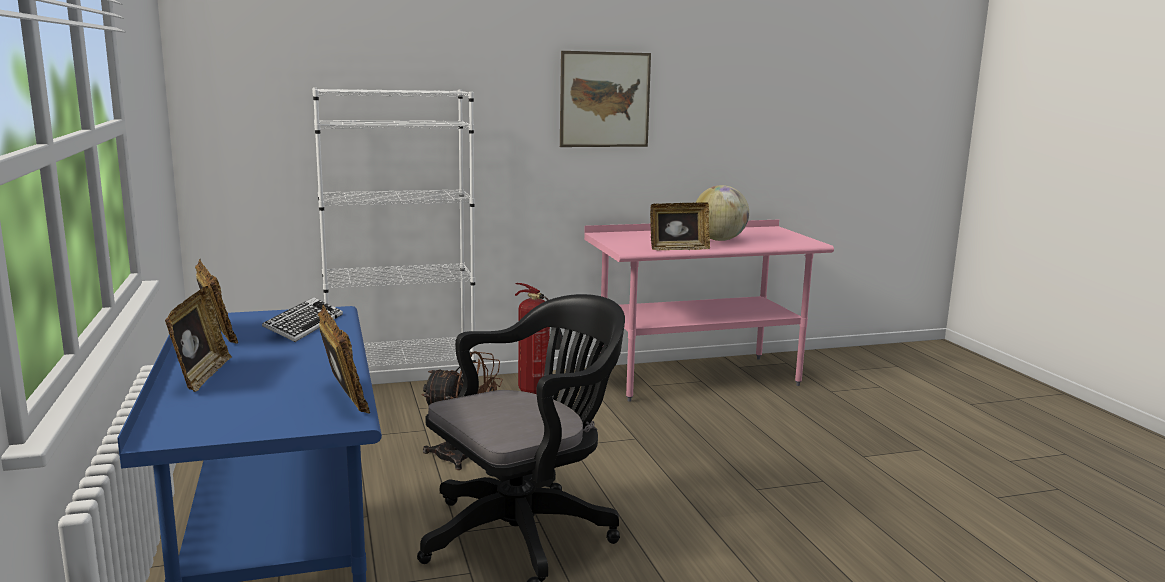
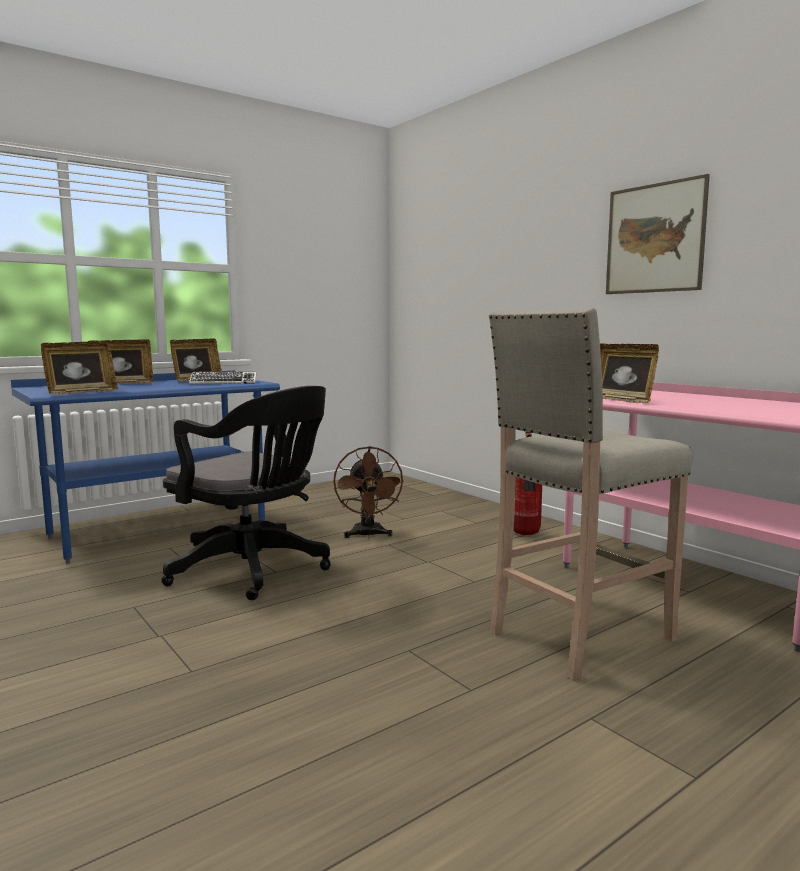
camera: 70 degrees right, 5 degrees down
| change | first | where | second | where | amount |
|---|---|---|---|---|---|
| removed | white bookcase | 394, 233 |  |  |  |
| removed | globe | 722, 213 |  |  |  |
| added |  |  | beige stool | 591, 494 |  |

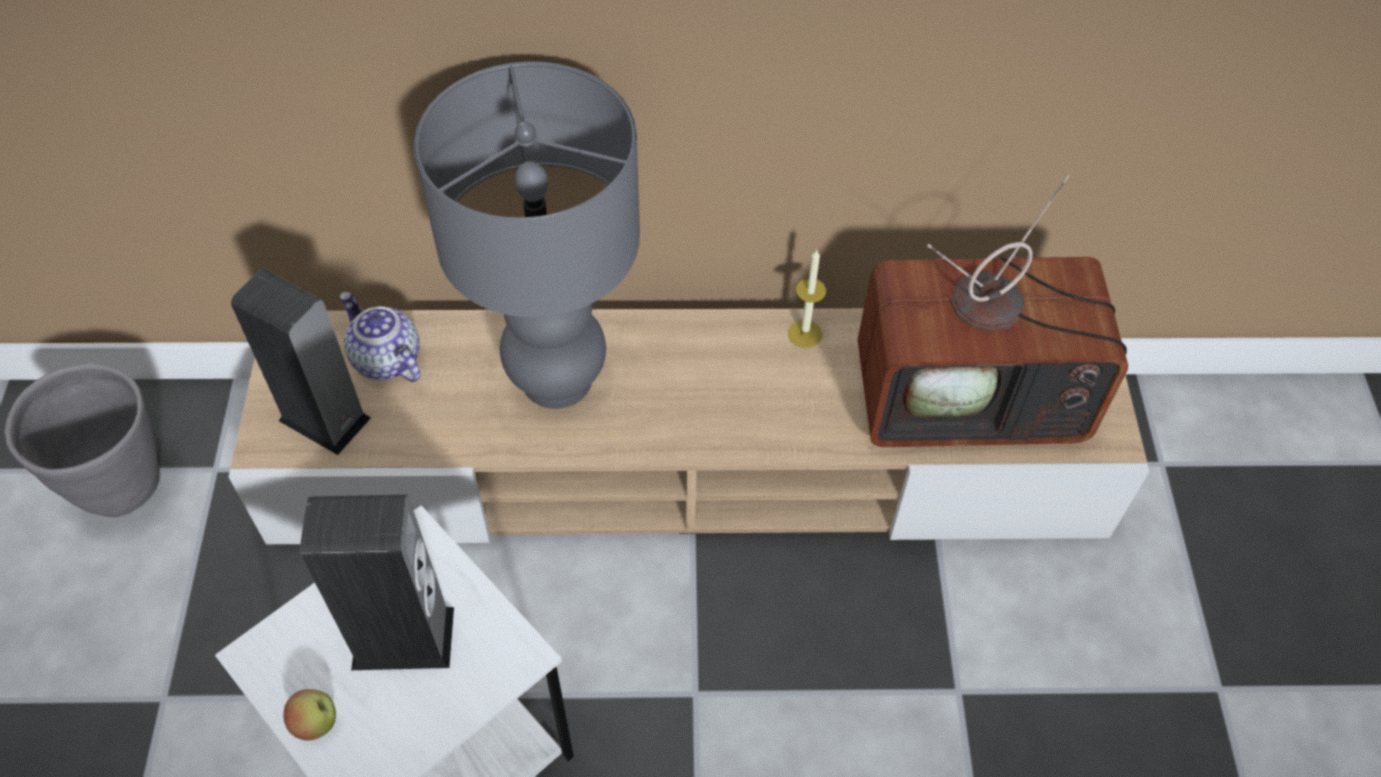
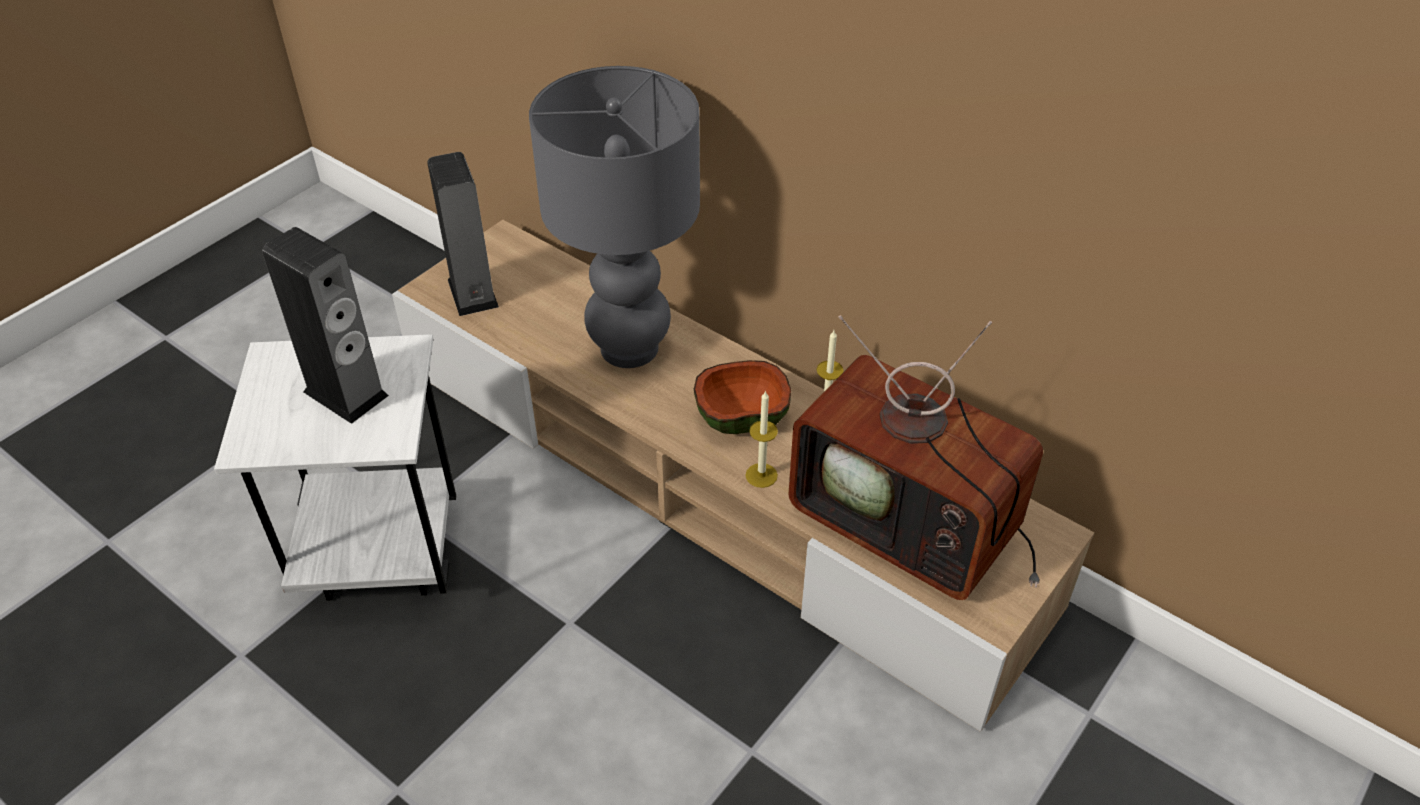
camera: 40 degrees right, 10 degrees down
| change | first | where | second | where | amount |
|---|---|---|---|---|---|
| removed | teapot | 380, 337 |  |  |  |
| removed | grey planter | 81, 440 |  |  |  |
| removed | apple | 309, 714 |  |  |  |
| added |  |  | bowl | 742, 397 |  |
| added |  |  | candle | 761, 439 |  |

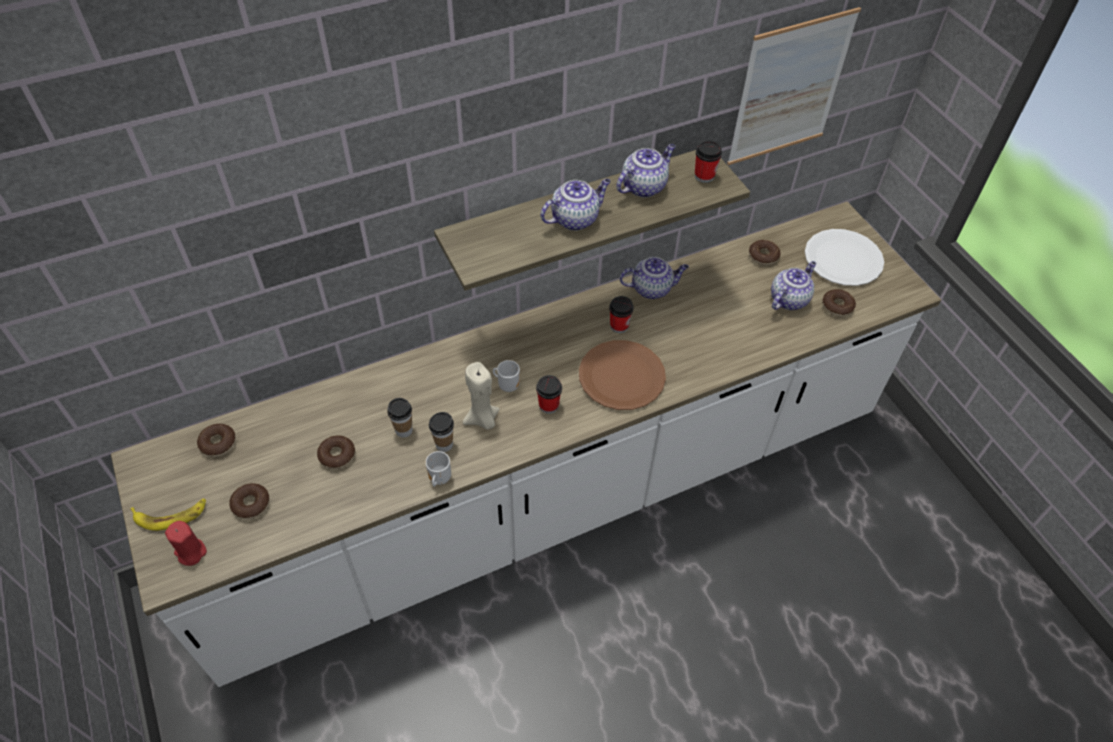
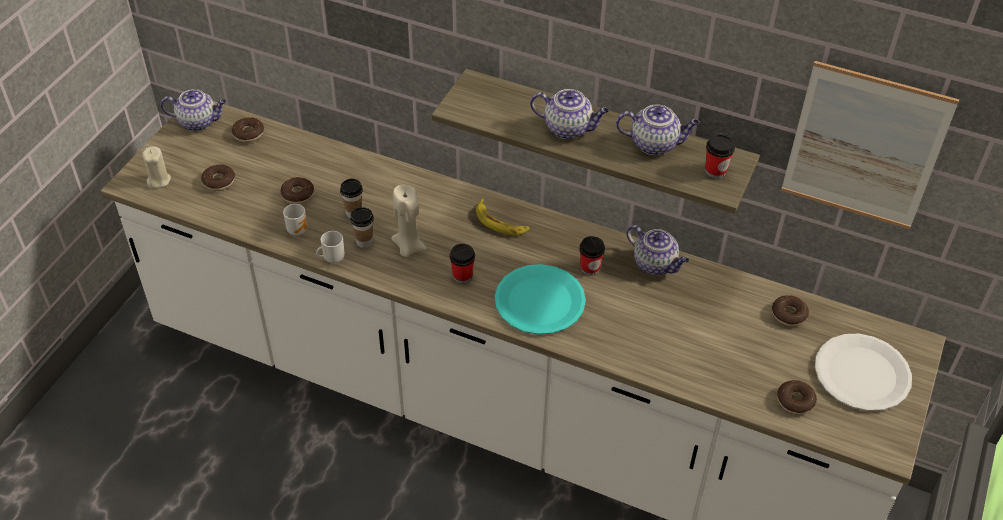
camera: 50 degrees right, 5 degrees down
| change | first | where | second | where | amount |
|---|---|---|---|---|---|
| moved | teapot | 793, 285 |  | 193, 110 |  |
| recoloured | brown plate | 622, 375 | turquoise plate | 540, 299 |  |
| moved | mug | 506, 376 |  | 295, 220 |  |
| moved | banana | 168, 515 |  | 502, 217 |  |
| recoloured | red candle | 186, 543 | beige candle | 156, 167 |  |

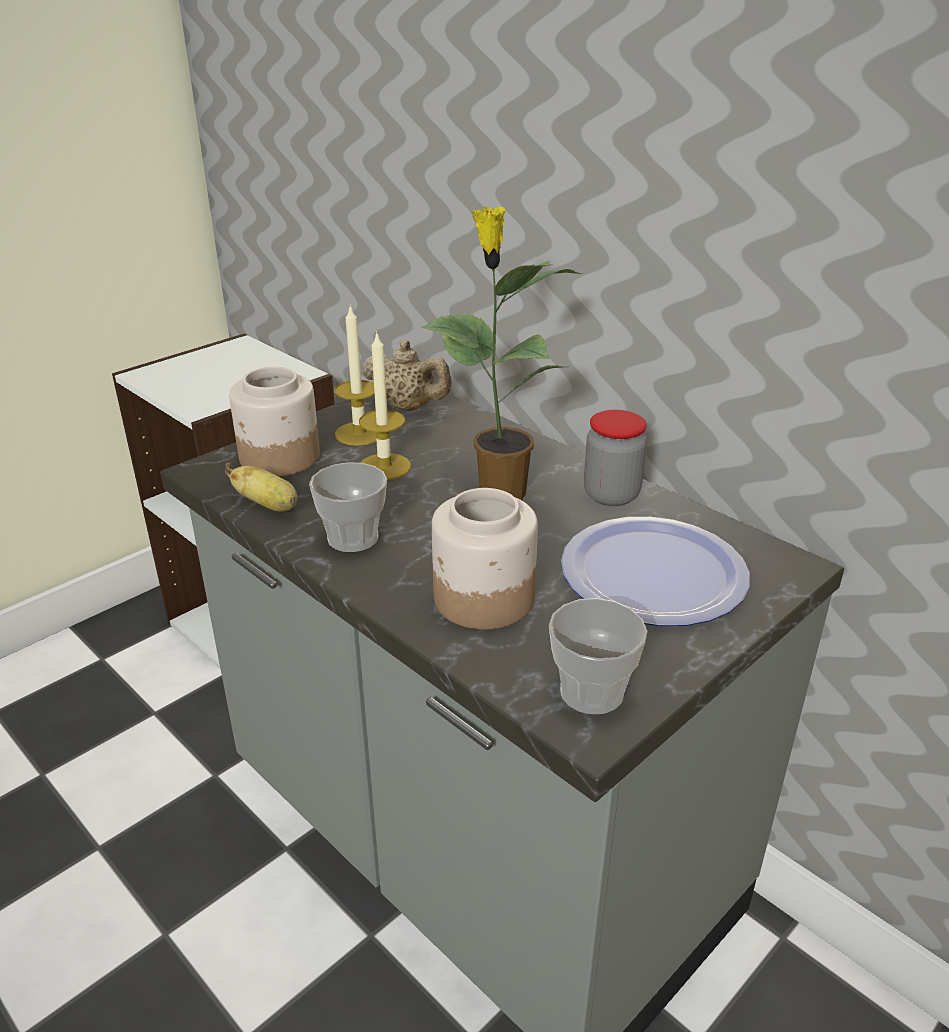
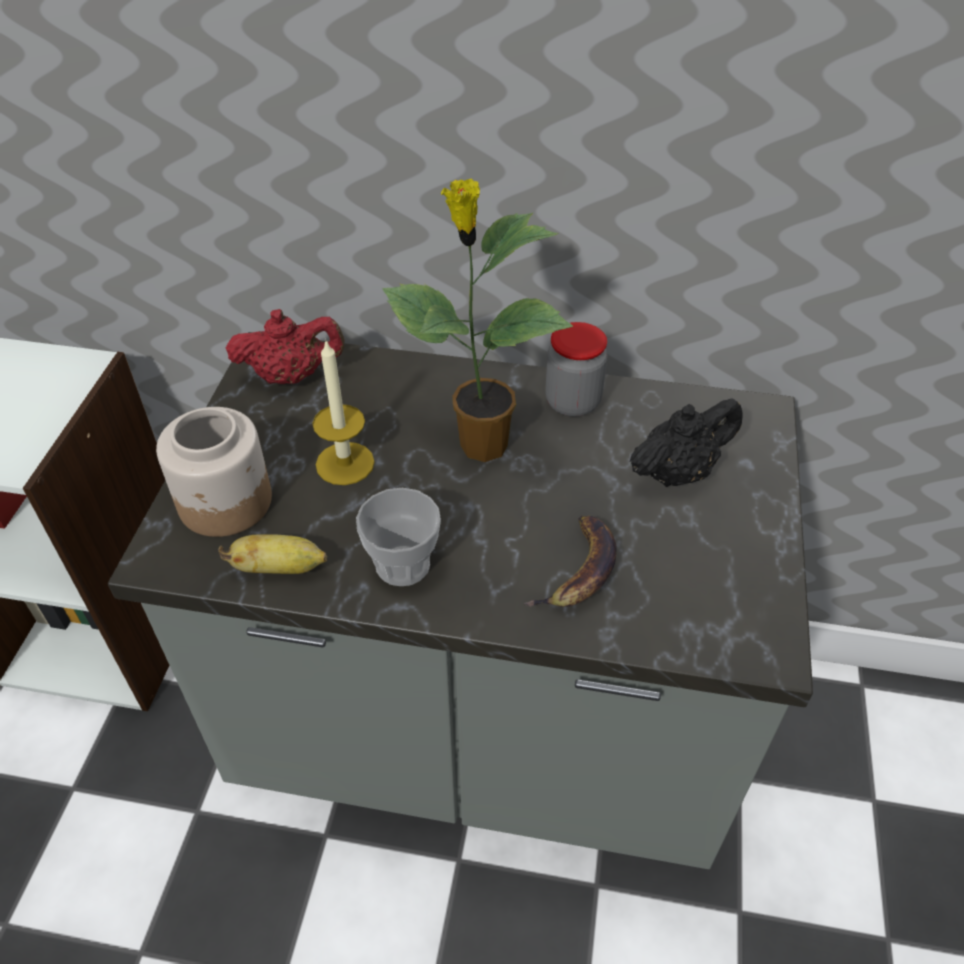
camera: 35 degrees left, 15 degrees up
| change | first | where | second | where | amount |
|---|---|---|---|---|---|
| removed | candle | 356, 375 |  |  |  |
| recoloured | beige teapot | 407, 375 | red teapot | 285, 346 |  |
| replaced | jar | 485, 559 | banana | 570, 561 |  |
| replaced | plate | 655, 571 | black teapot | 685, 442 |  |
| removed | cup | 598, 656 |  |  |  |

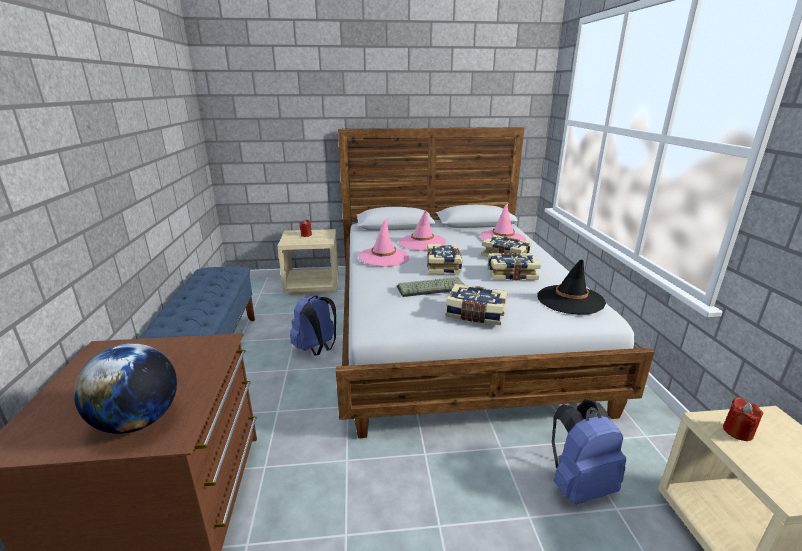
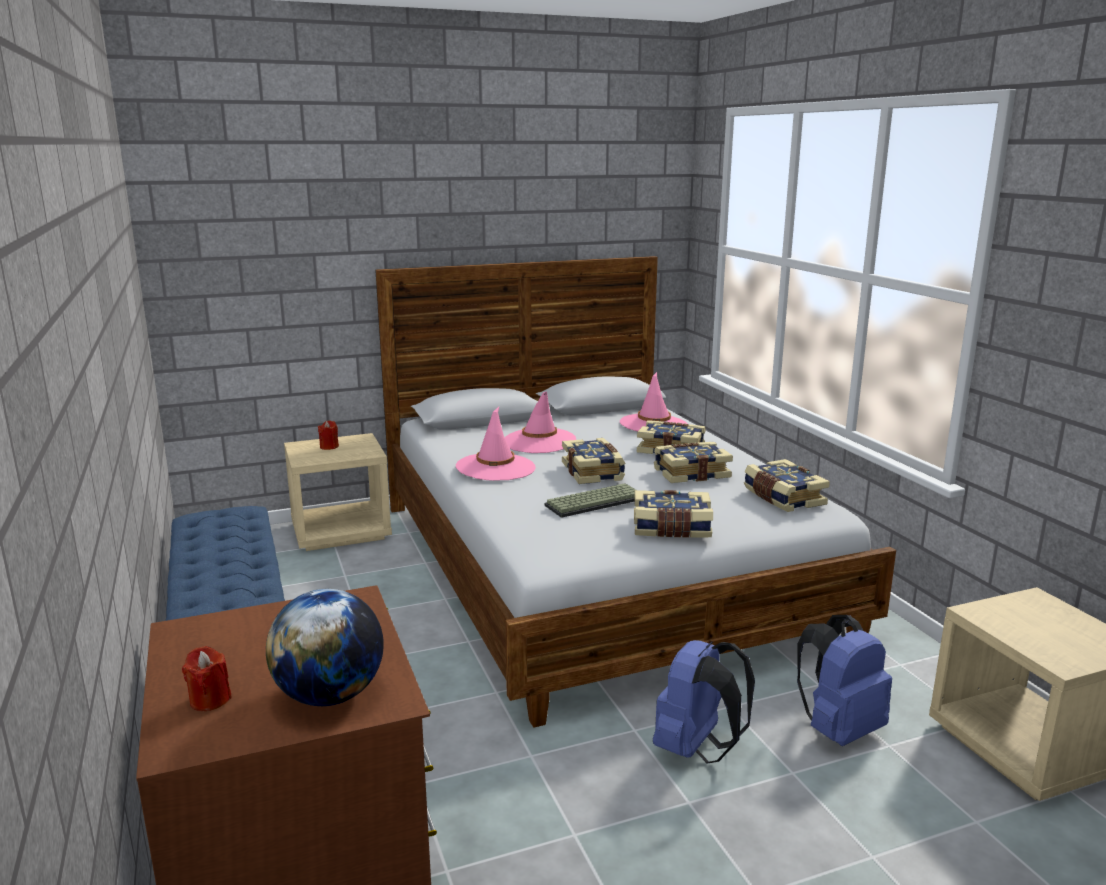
camera: 15 degrees left, 5 degrees down
| change | first | where | second | where | amount |
|---|---|---|---|---|---|
| replaced | black hat | 571, 287 | book | 787, 485 |  |
| moved | blue backpack | 313, 325 |  | 704, 702 |  |
| moved | red candle | 743, 419 |  | 207, 678 |  |

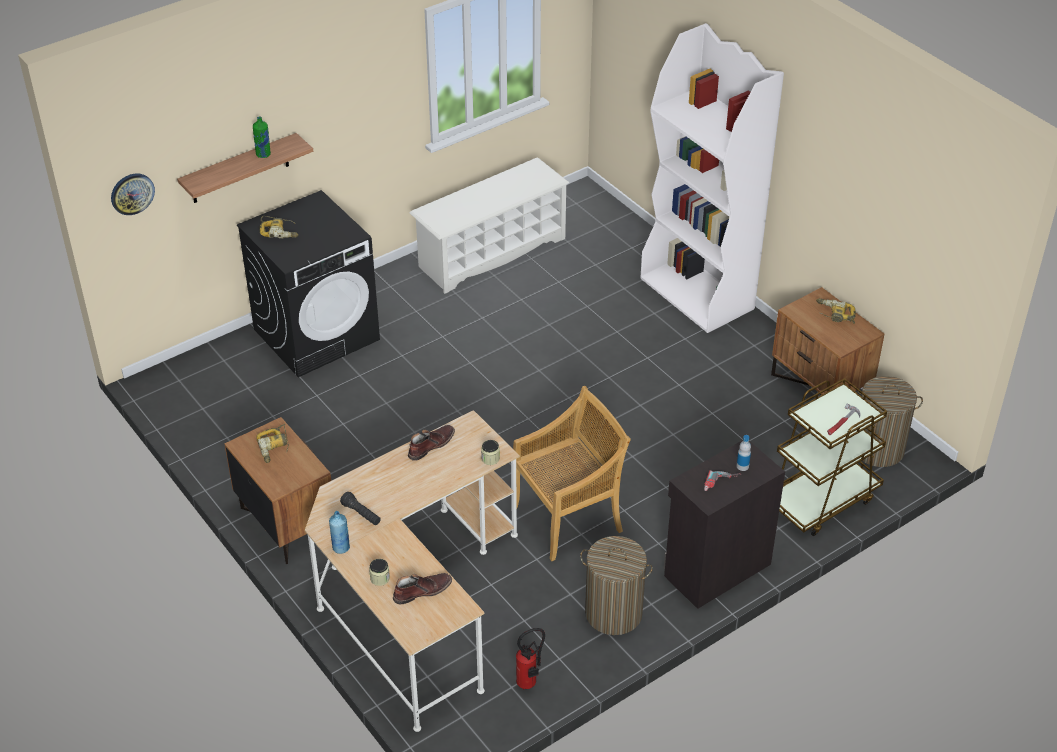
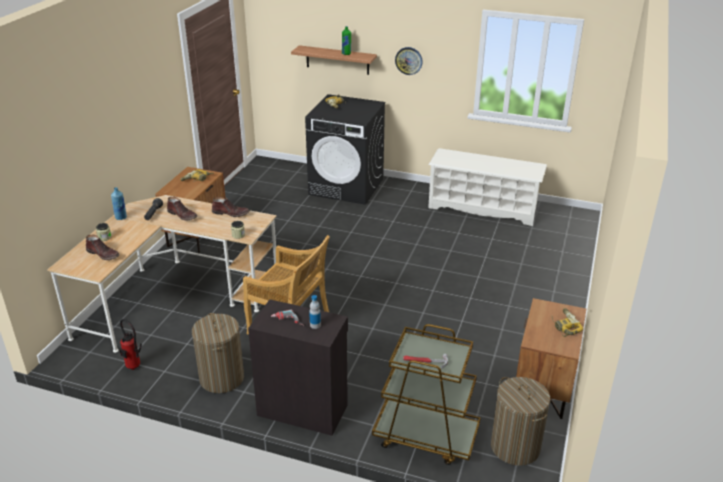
camera: 55 degrees right, 10 degrees down
| change | first | where | second | where | amount |
|---|---|---|---|---|---|
| removed | white bookcase | 712, 178 |  |  |  |
| moved | wall clock | 133, 194 |  | 409, 61 |  |
| added |  |  | brown boot | 182, 208 |  |

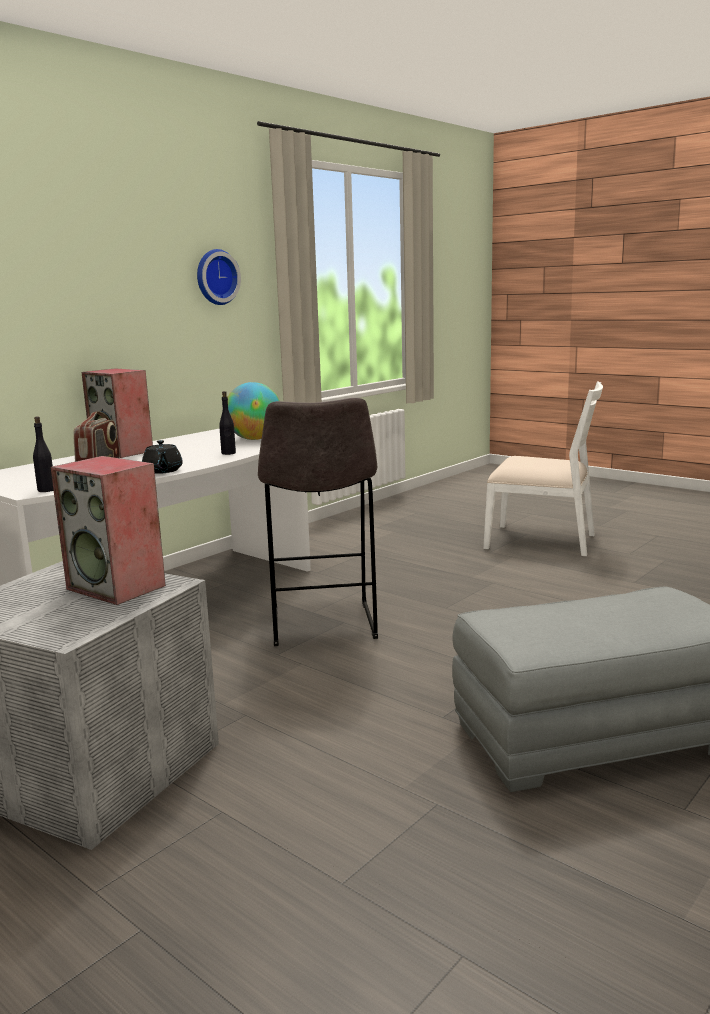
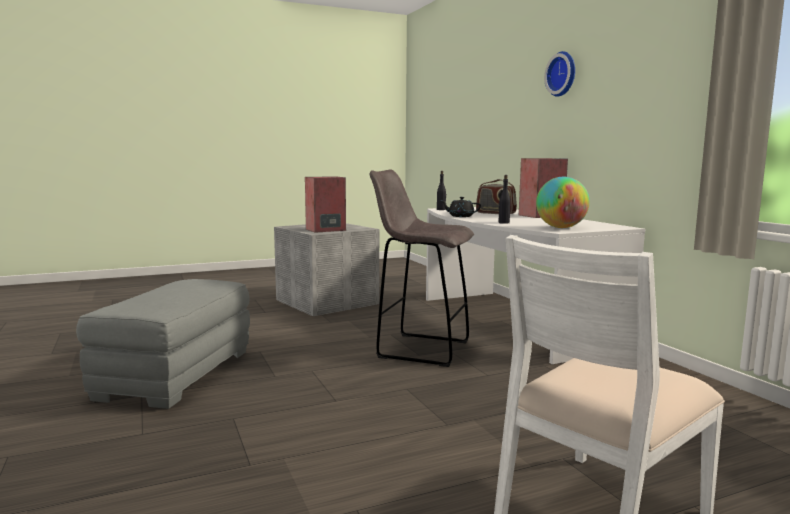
camera: 115 degrees right, 5 degrees down
| change | first | where | second | where | amount |
|---|---|---|---|---|---|
| moved | wall clock | 219, 277 |  | 559, 74 |  |

